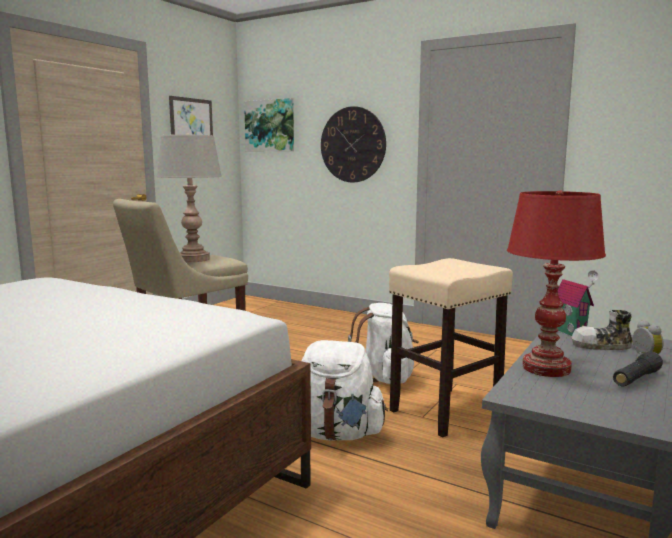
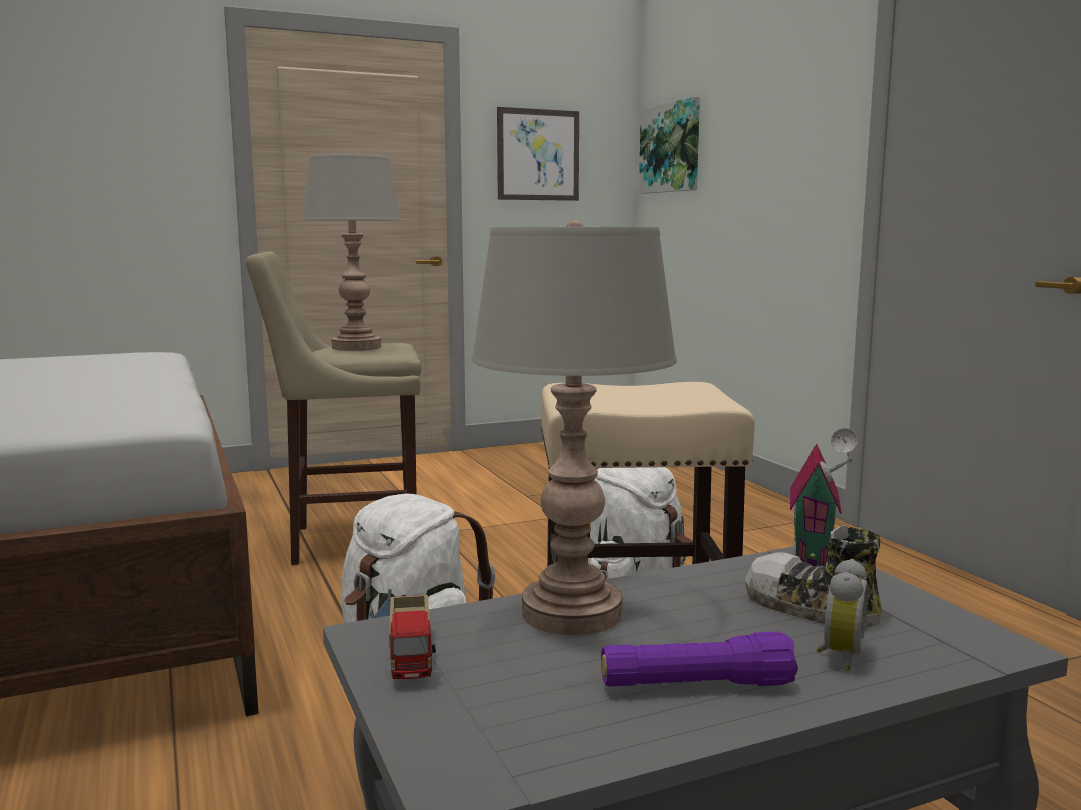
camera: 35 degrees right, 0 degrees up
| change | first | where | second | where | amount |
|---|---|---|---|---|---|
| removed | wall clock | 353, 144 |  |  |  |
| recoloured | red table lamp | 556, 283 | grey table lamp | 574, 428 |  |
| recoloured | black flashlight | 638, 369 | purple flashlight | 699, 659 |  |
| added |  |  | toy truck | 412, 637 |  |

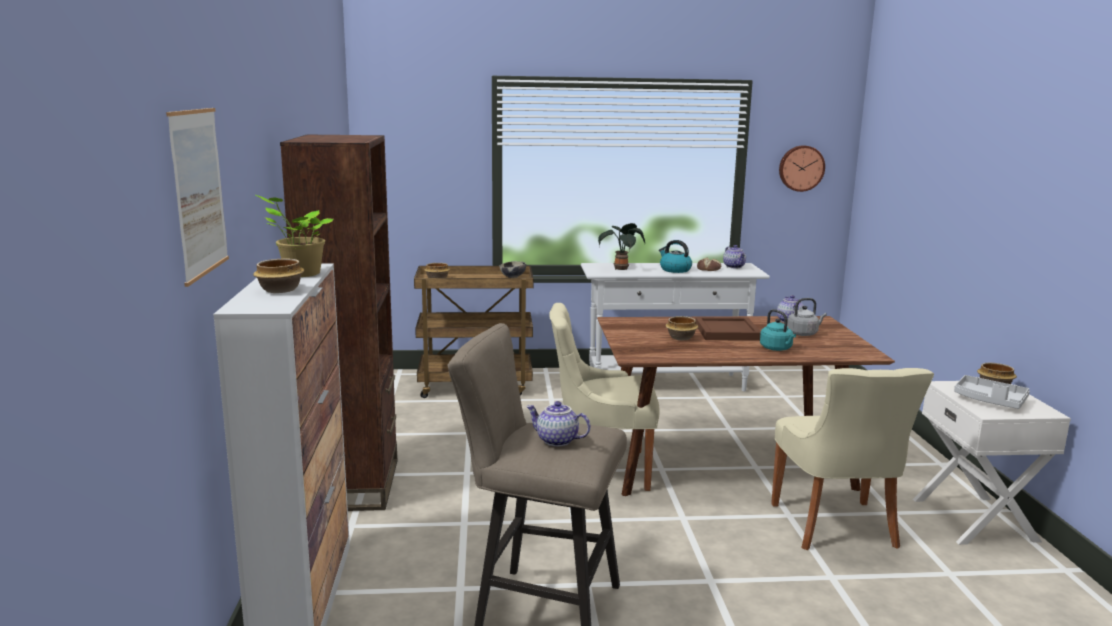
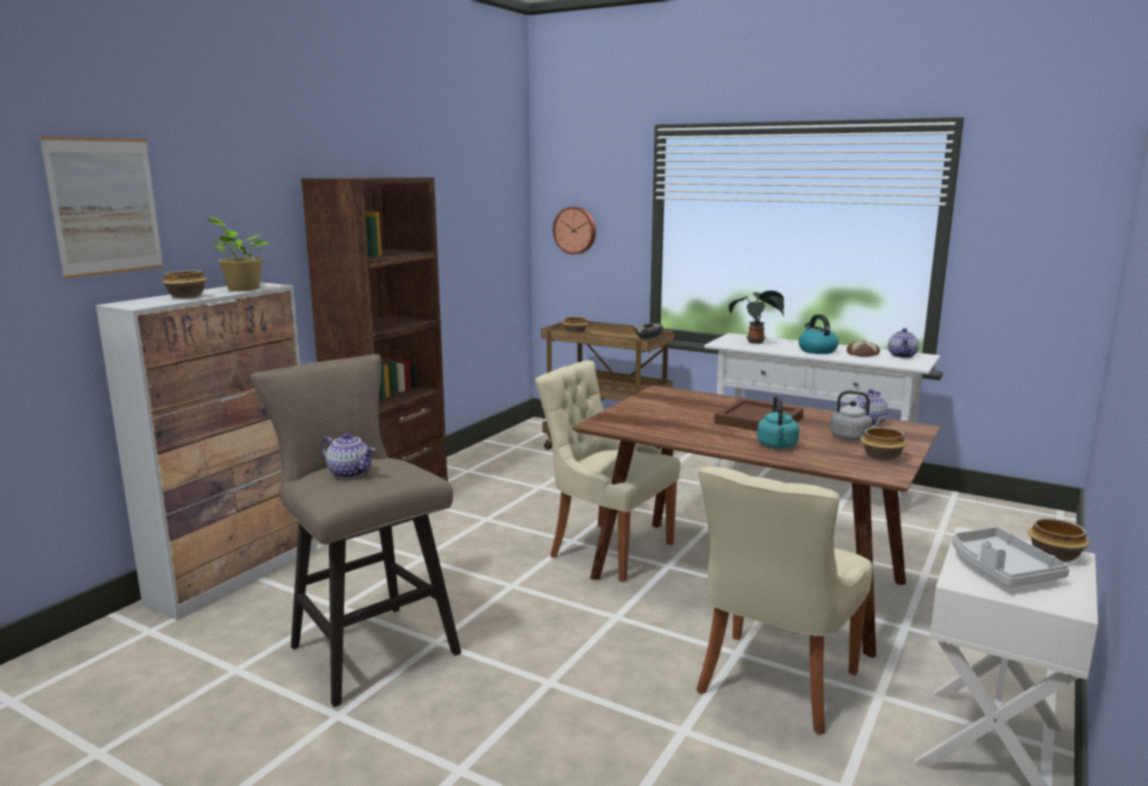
camera: 35 degrees right, 0 degrees up
| change | first | where | second | where | amount |
|---|---|---|---|---|---|
| moved | wall clock | 802, 168 |  | 574, 231 |  |
| moved | bowl | 681, 328 |  | 884, 444 |  |
| turned | teapot | 558, 423 |  | 348, 456 | 150 degrees clockwise |

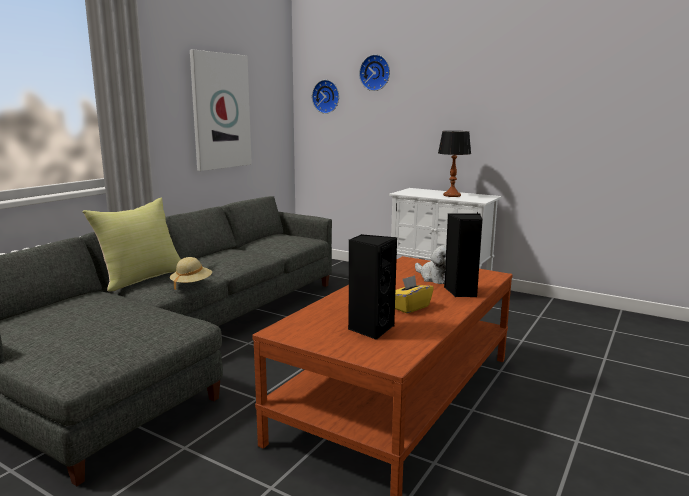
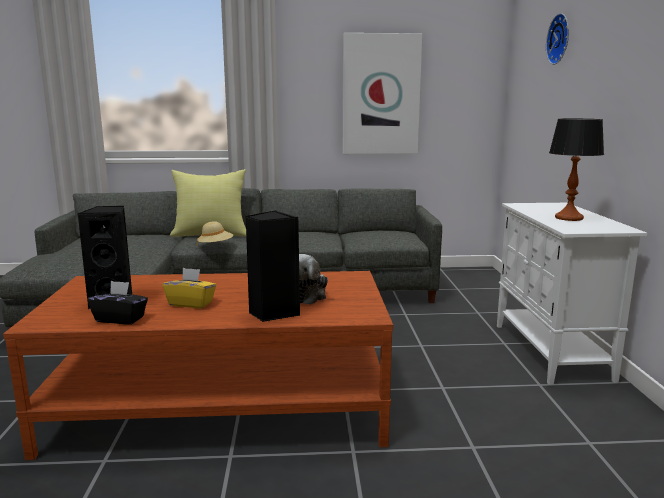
camera: 55 degrees right, 0 degrees up
| change | first | where | second | where | amount |
|---|---|---|---|---|---|
| removed | wall clock | 325, 97 |  |  |  |
| added |  |  | black tissue box | 117, 303 |  |

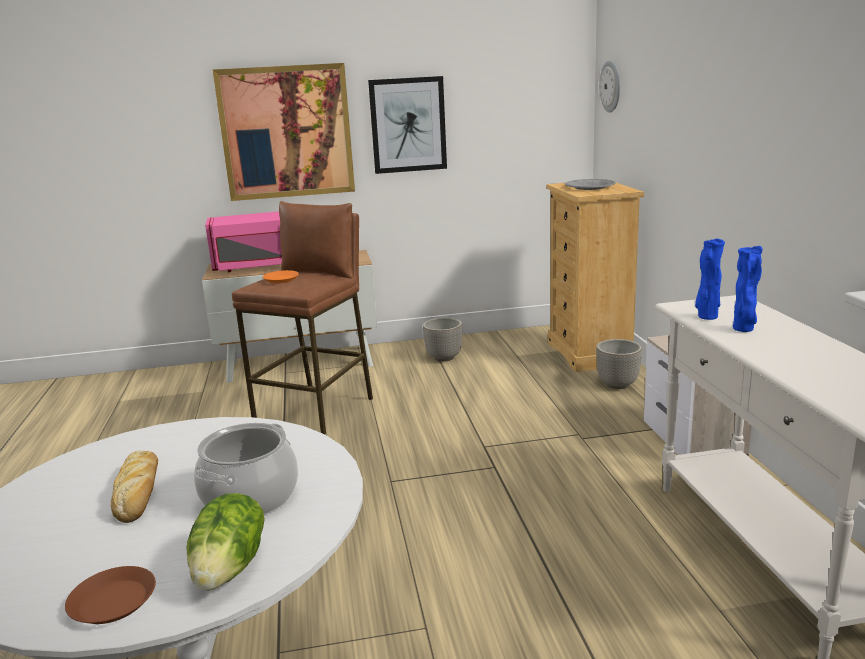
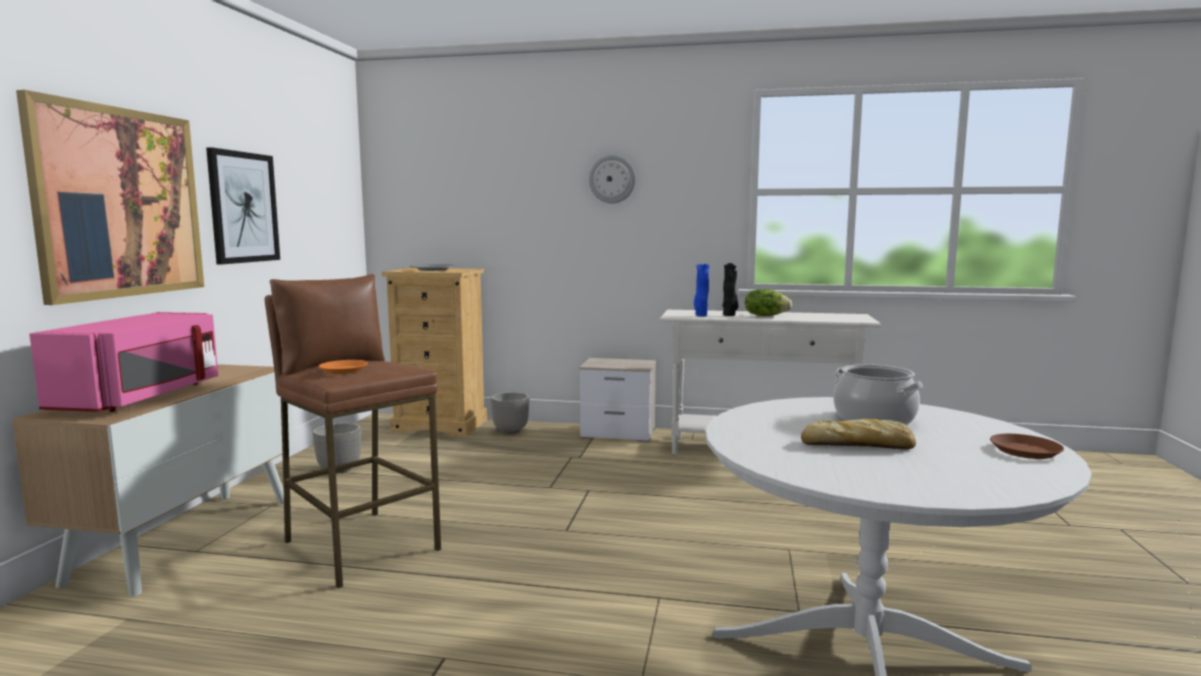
camera: 70 degrees left, 10 degrees down
| change | first | where | second | where | amount |
|---|---|---|---|---|---|
| moved | wall clock | 609, 86 |  | 612, 179 |  |
| recoloured | blue vase | 748, 289 | black vase | 730, 289 |  |
| moved | lettuce | 226, 542 |  | 768, 302 |  |

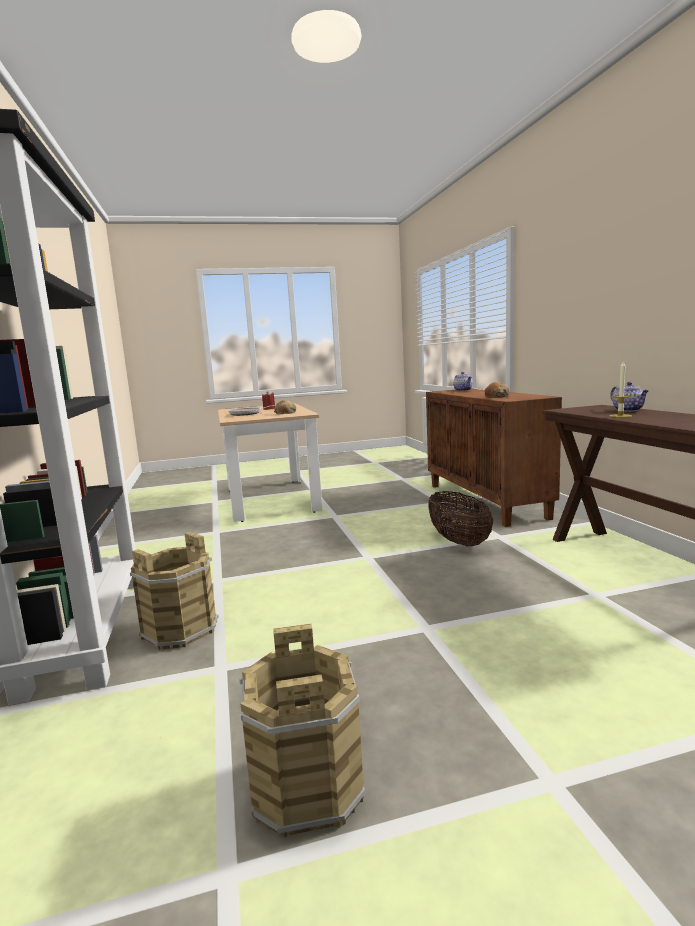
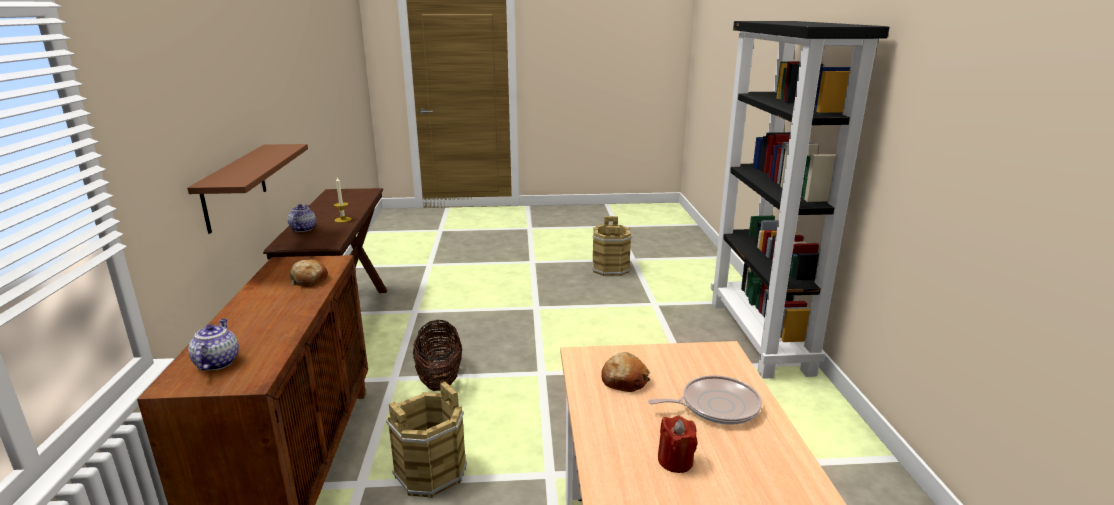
camera: 170 degrees left, 10 degrees up
| change | first | where | second | where | amount |
|---|---|---|---|---|---|
| moved | brown bucket | 174, 591 |  | 426, 439 |  |
| added |  |  | brown shelf | 247, 189 |  |

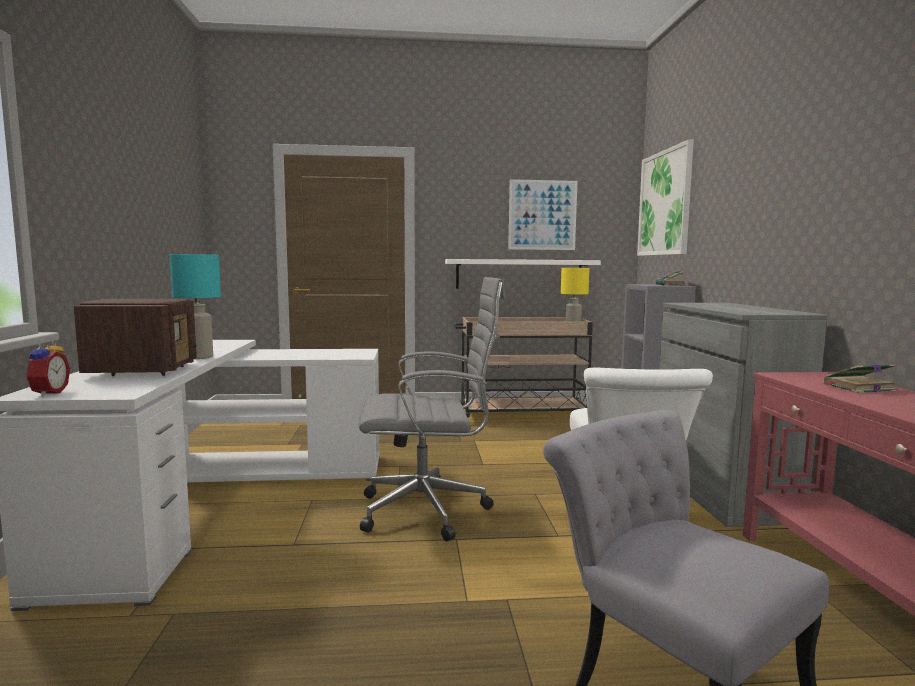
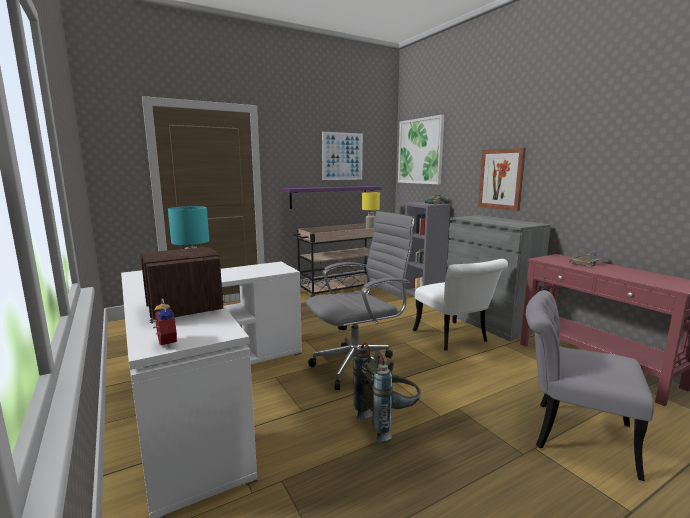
camera: 25 degrees left, 5 degrees up
| change | first | where | second | where | amount |
|---|---|---|---|---|---|
| recoloured | white shelf | 523, 274 | purple shelf | 331, 197 |  |
| added |  |  | picture | 502, 179 |  |
| added |  |  | grey backpack | 387, 392 |  |

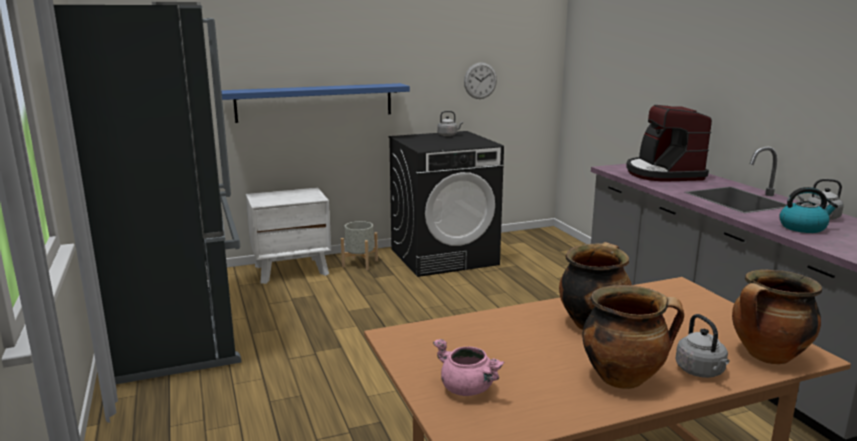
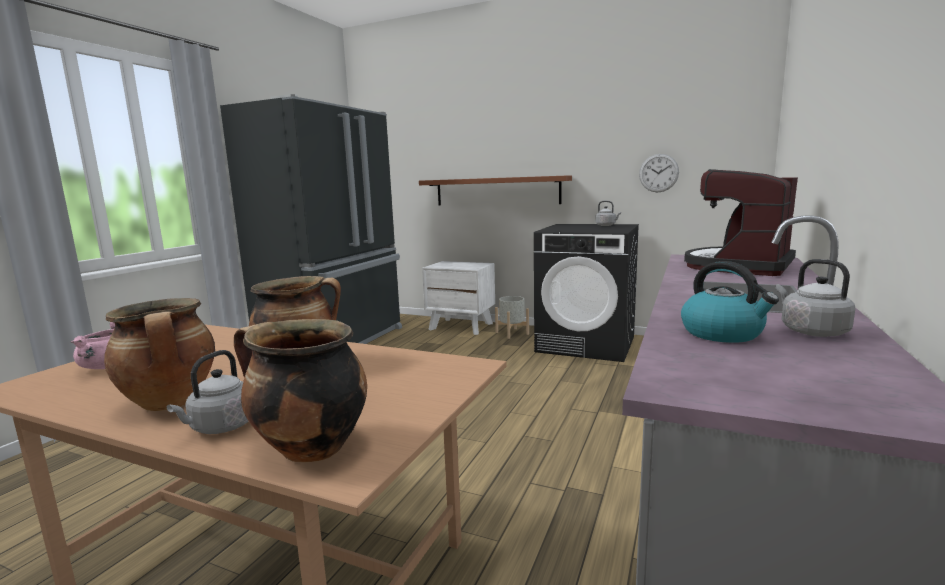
camera: 45 degrees right, 5 degrees down
| change | first | where | second | where | amount |
|---|---|---|---|---|---|
| recoloured | blue shelf | 315, 103 | brown shelf | 495, 190 |  |

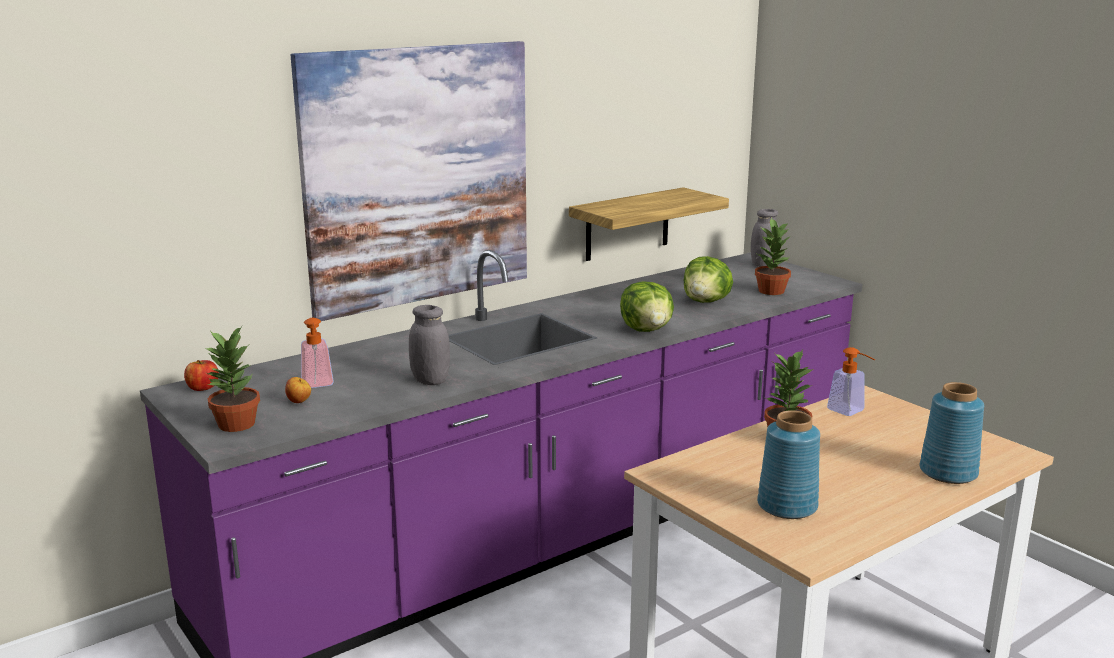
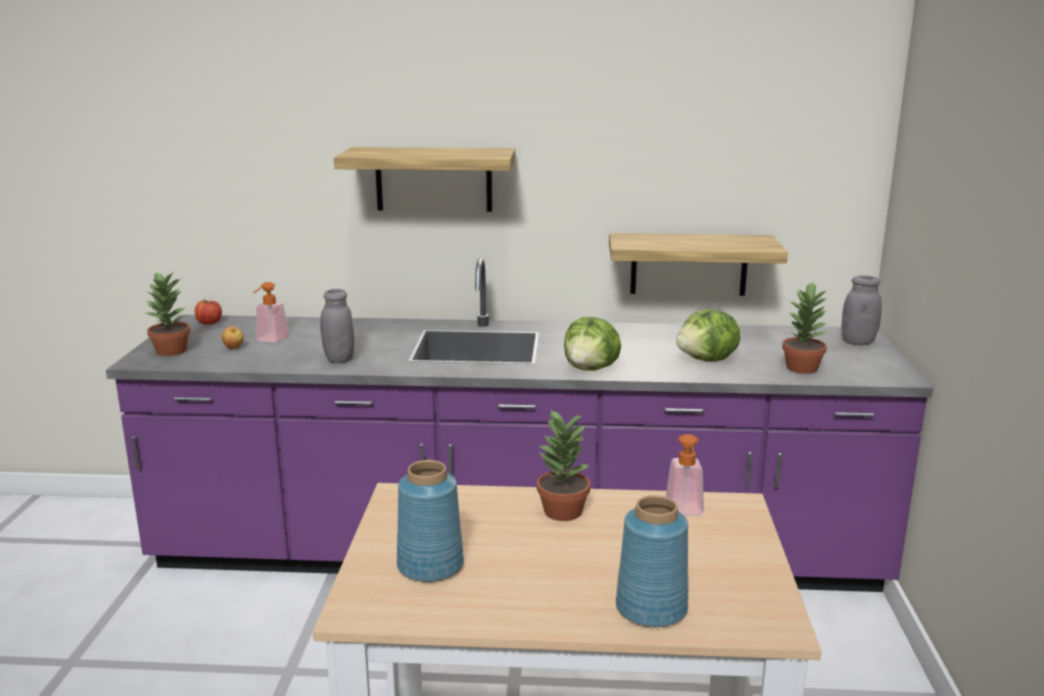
camera: 40 degrees right, 0 degrees up
| change | first | where | second | where | amount |
|---|---|---|---|---|---|
| replaced | picture | 409, 181 | shelf | 424, 179 |  |

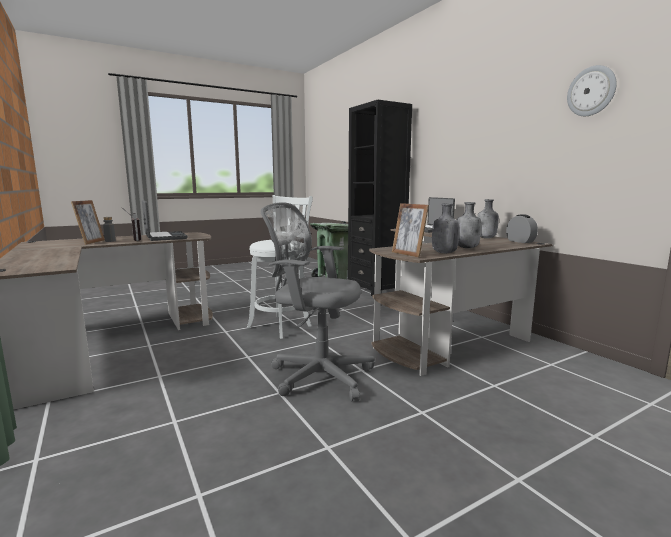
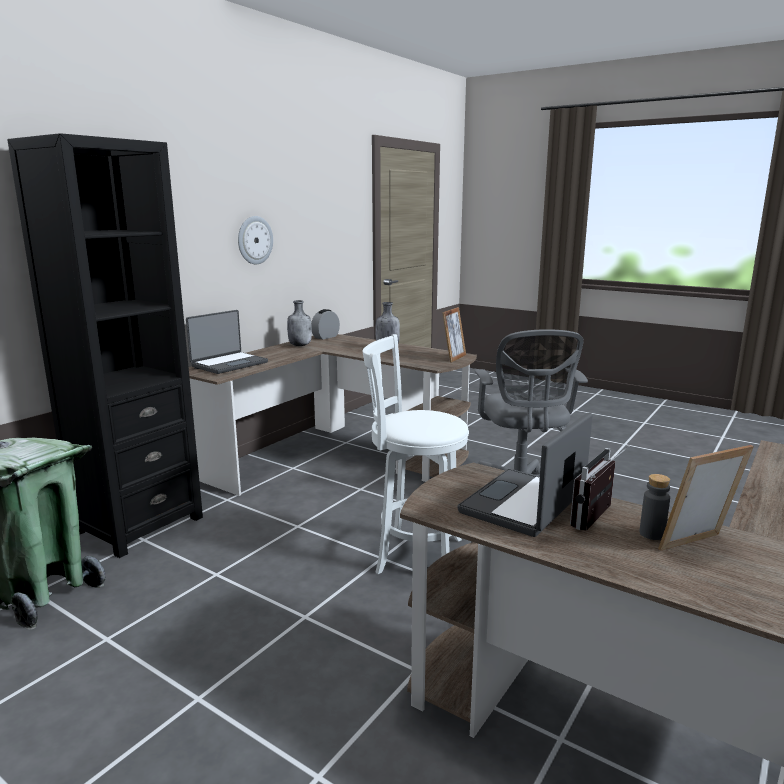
camera: 115 degrees left, 5 degrees up
| change | first | where | second | where | amount |
|---|---|---|---|---|---|
| moved | wall clock | 592, 90 |  | 255, 240 |  |
| removed | grey bottle | 445, 228 |  |  |  |

